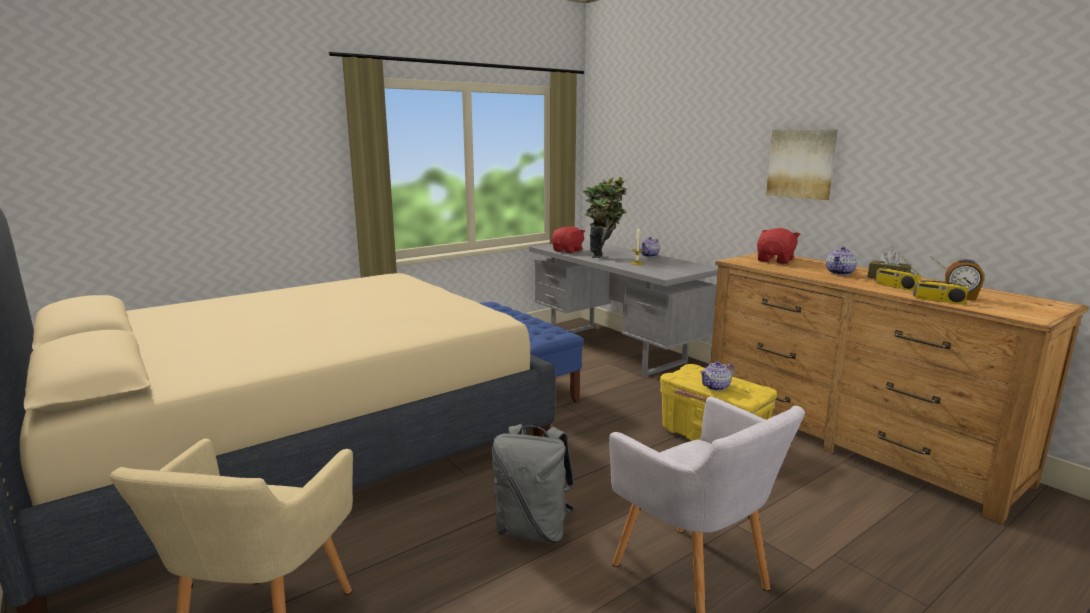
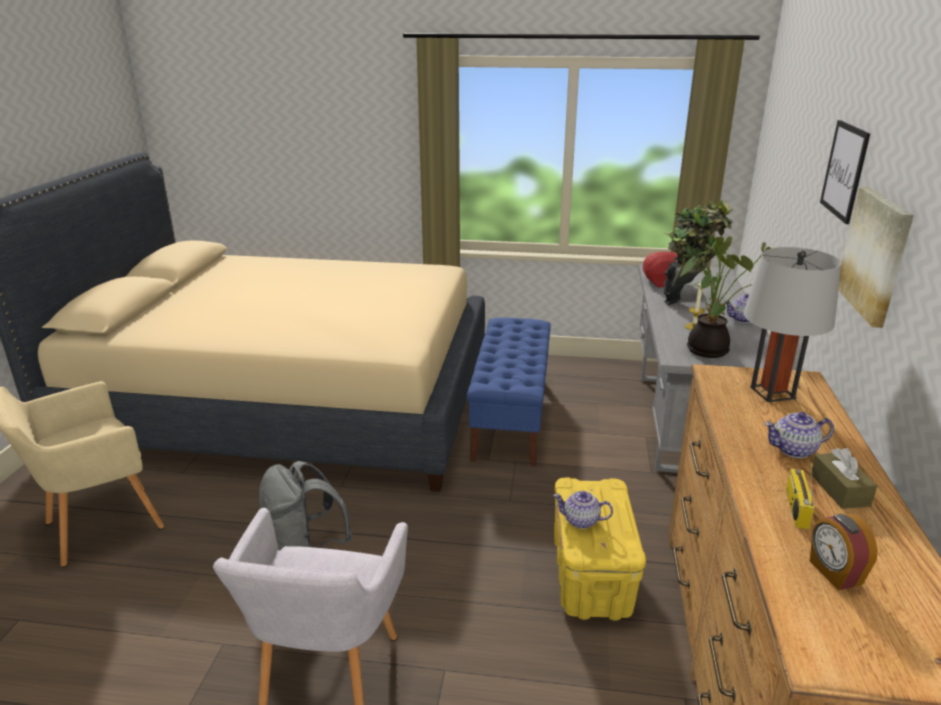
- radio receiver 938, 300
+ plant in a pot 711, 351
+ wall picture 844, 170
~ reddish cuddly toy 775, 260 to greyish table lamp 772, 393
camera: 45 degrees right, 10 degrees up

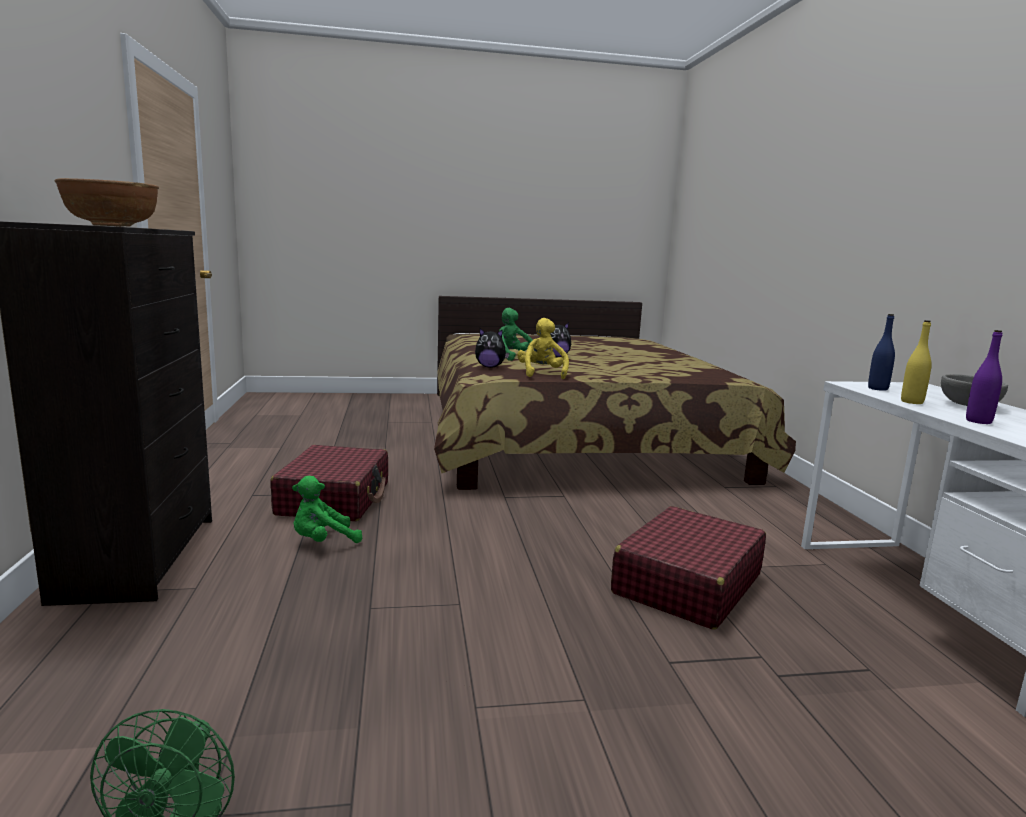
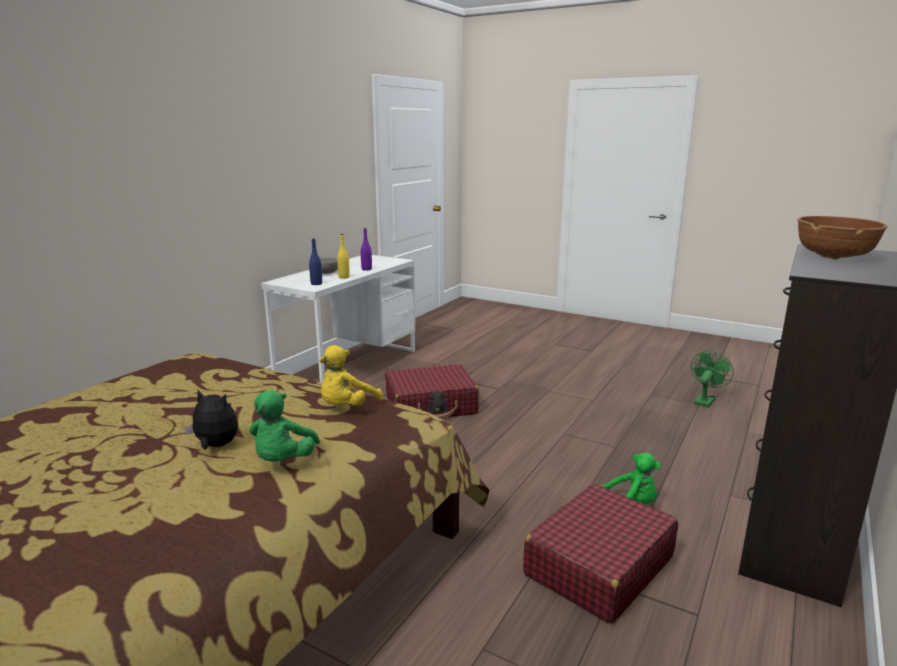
- cuddly toy 490, 367
camera: 140 degrees left, 5 degrees up

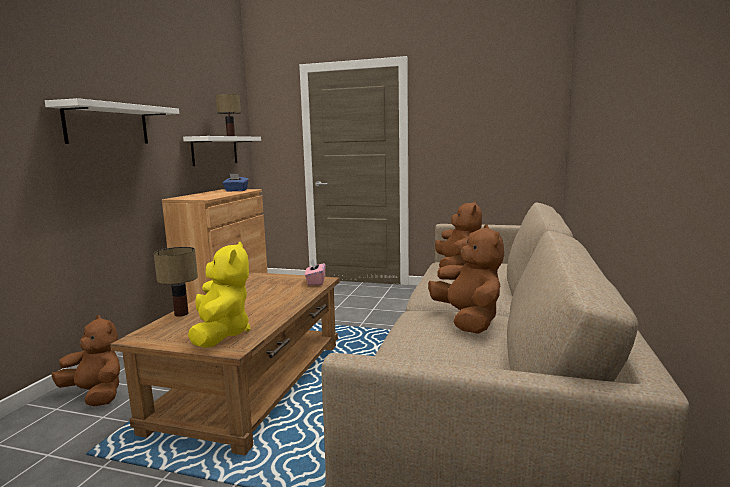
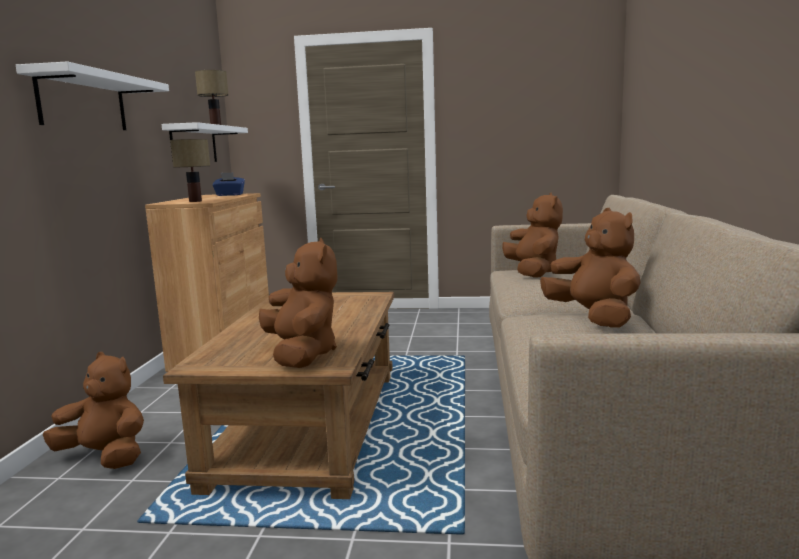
- pink tissue holder 315, 282
~ table lamp 181, 314 to 195, 201
~ yellow-coloured cuddly toy 221, 334 to brownish cuddly toy 302, 354
camera: 10 degrees left, 0 degrees up

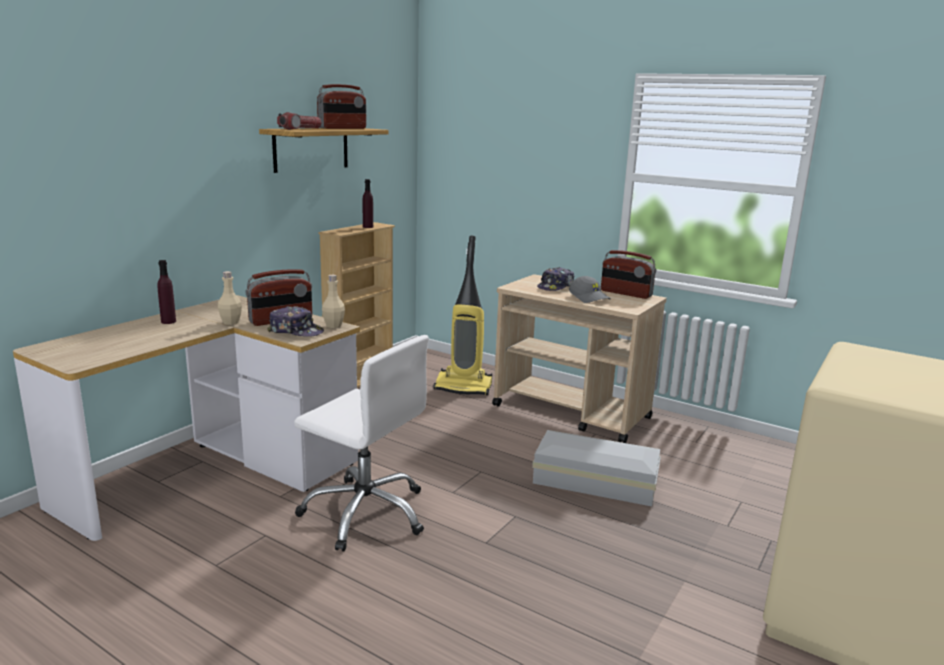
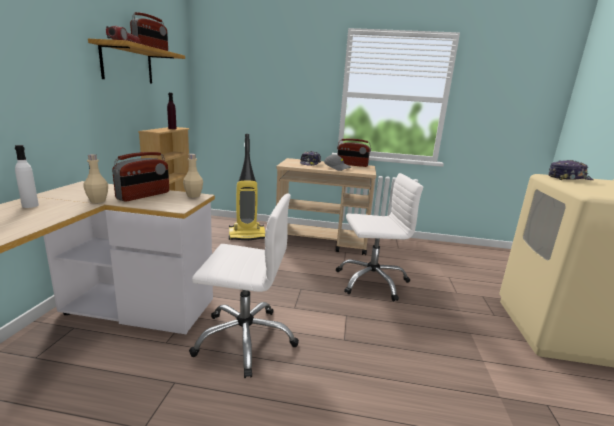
~ cap 296, 331 to 568, 178
~ white storage bin 597, 482 to white desk chair 371, 281
~ purple drink bottle 168, 322 to white drink bottle 30, 205
camera: 25 degrees left, 0 degrees up

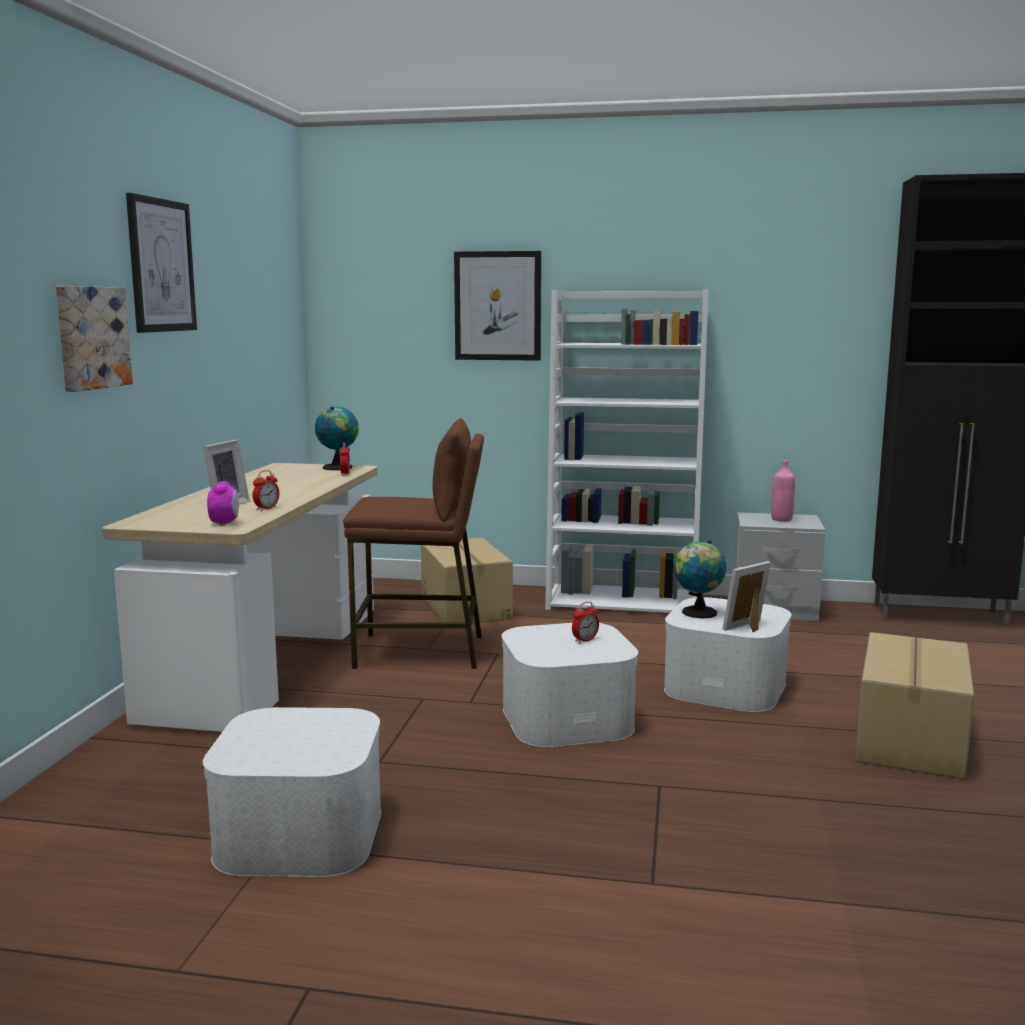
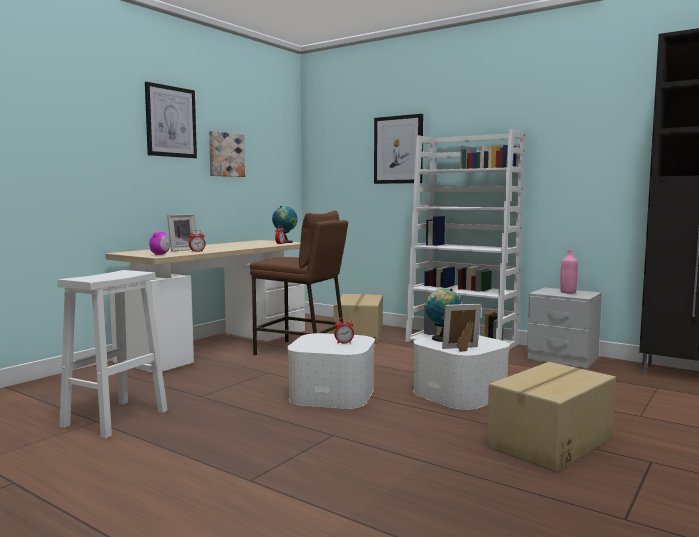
~ wall picture 90, 337 to 225, 154
~ white storage bin 300, 833 to white stool seat 114, 419
camera: 25 degrees right, 5 degrees down

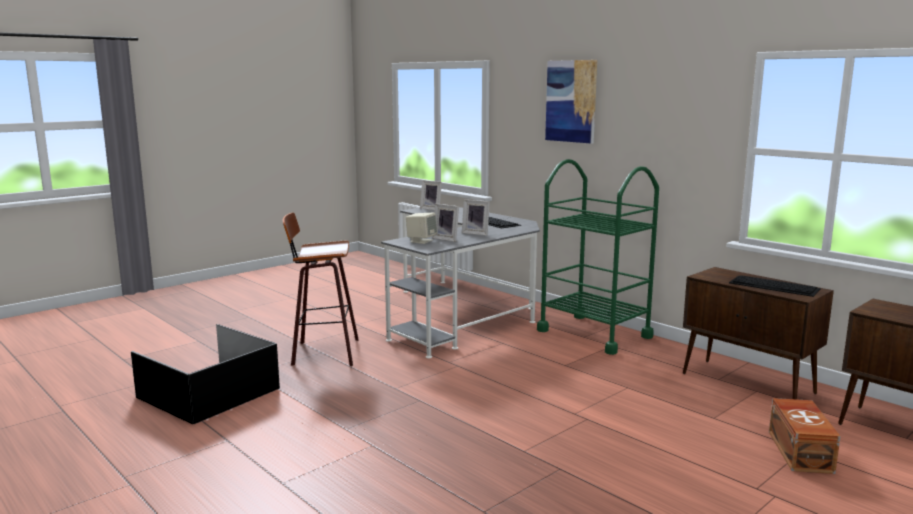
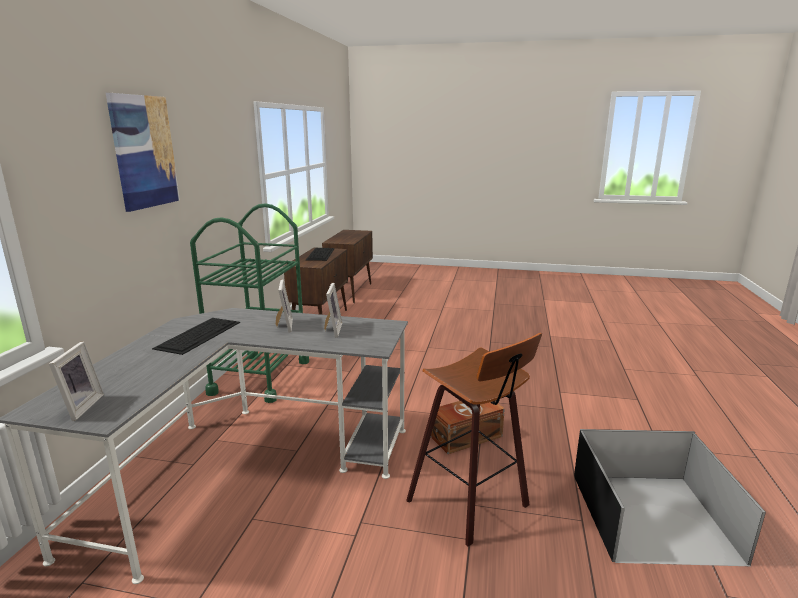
- sand-coloured loudspeaker 421, 241
~ brownish storage bin 801, 451 to 465, 436
camera: 125 degrees left, 5 degrees up

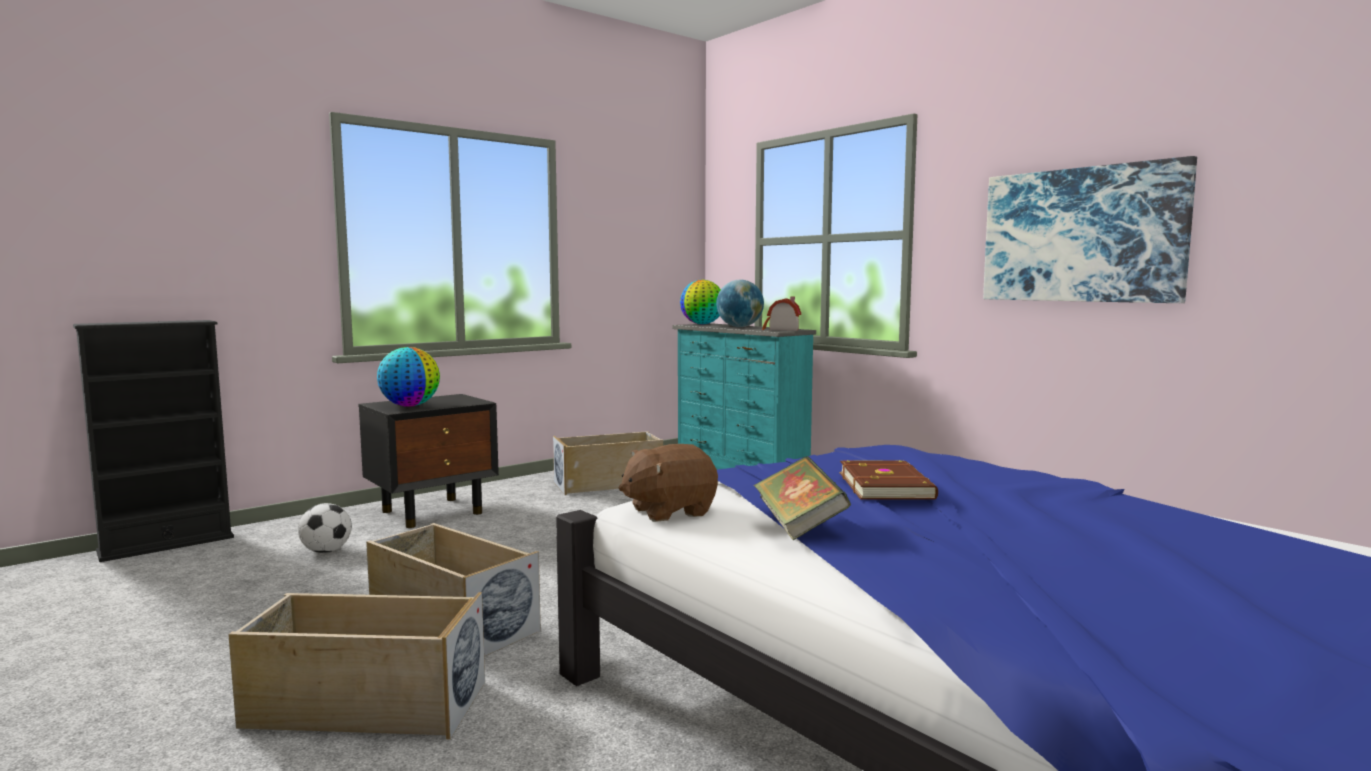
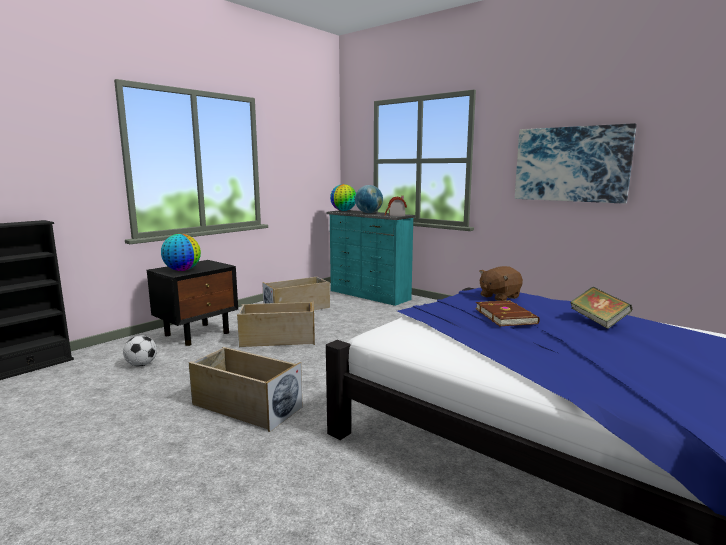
~ sand-coloured storage bin 364, 706 to 277, 339
~ brownish cuddly toy 669, 511 to 499, 297
~ volume 799, 525 to 598, 321
camera: 10 degrees left, 5 degrees up

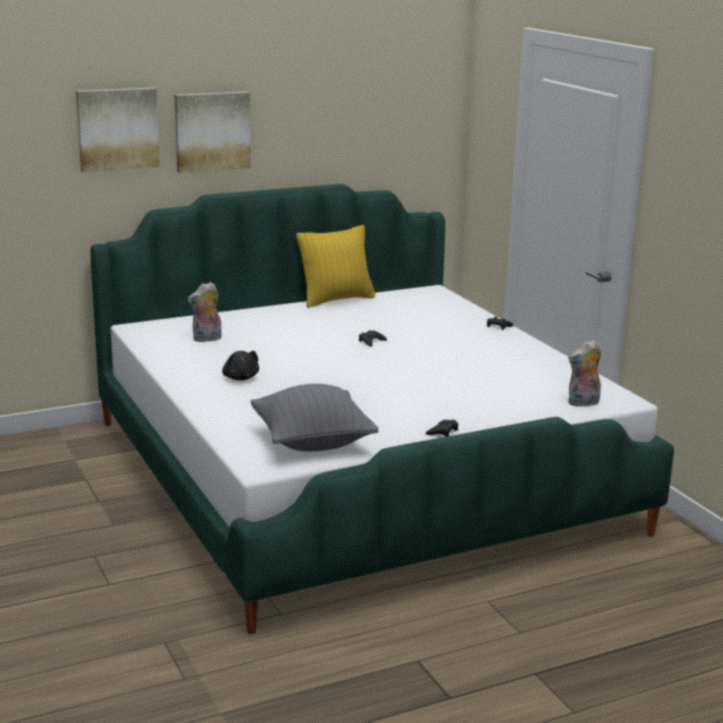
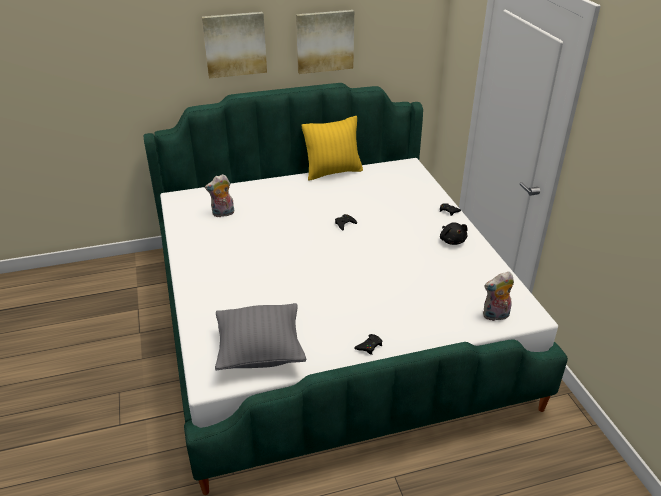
~ wall picture 117, 129 to 324, 41
~ blackish cuddly toy 240, 378 to 452, 240
camera: 10 degrees right, 15 degrees up

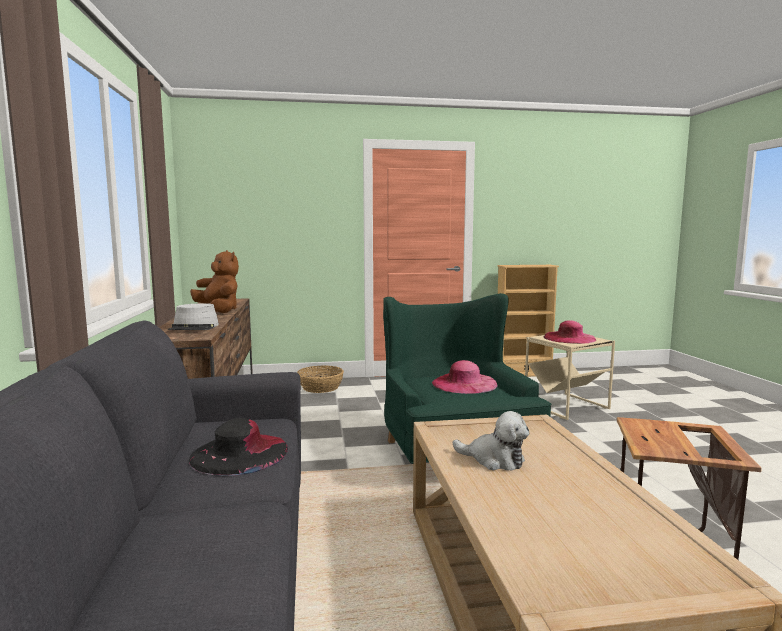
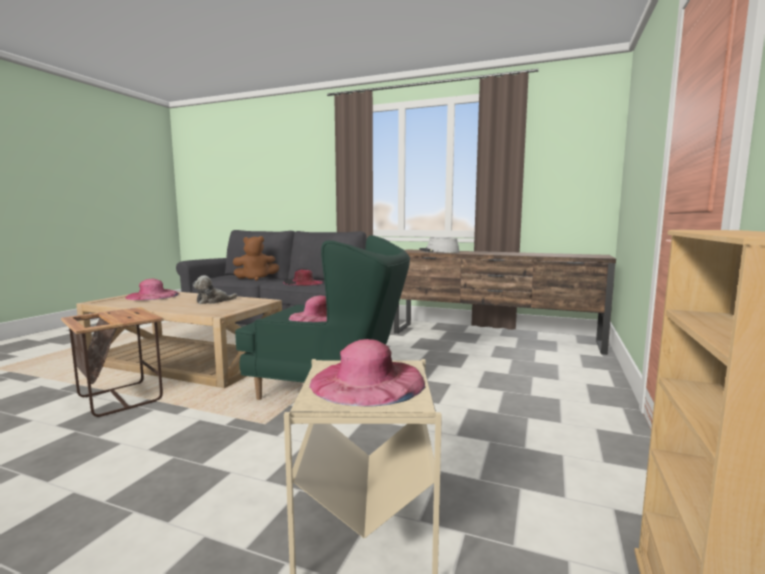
- household basket 320, 387
+ pink clothing hat 152, 295
~ brownish cuddly toy 219, 311 to 256, 278
camera: 120 degrees right, 0 degrees up

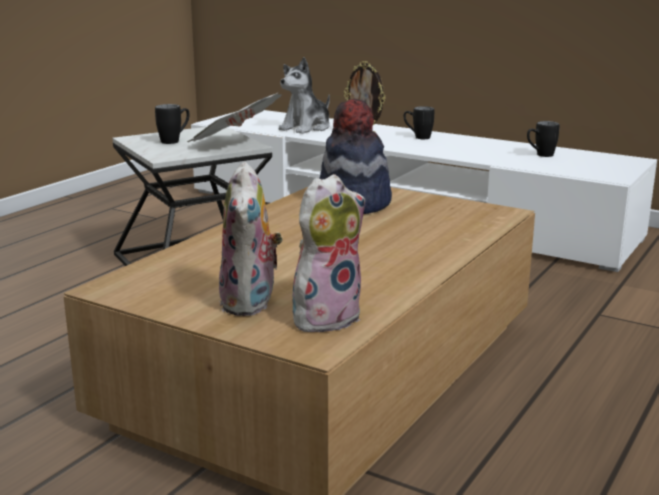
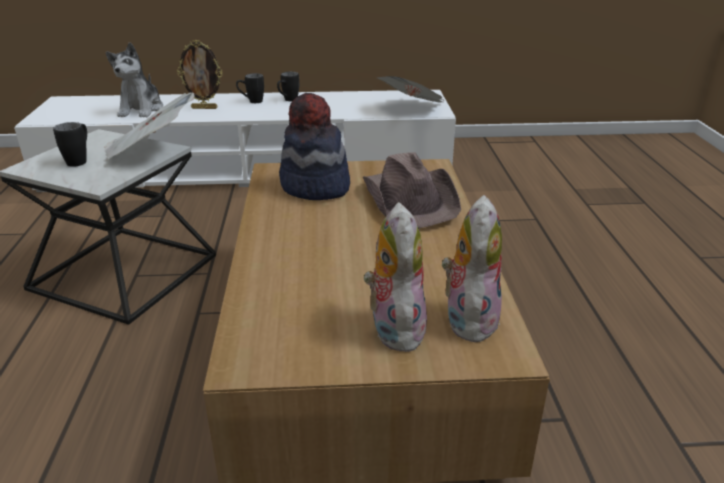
+ brownish clothing hat 411, 200
+ printed paper 413, 109
~ blackish tea mug 540, 155 to 288, 100
~ cuddly toy 251, 303 = 393, 328 150 degrees counterclockwise
camera: 35 degrees left, 10 degrees up

